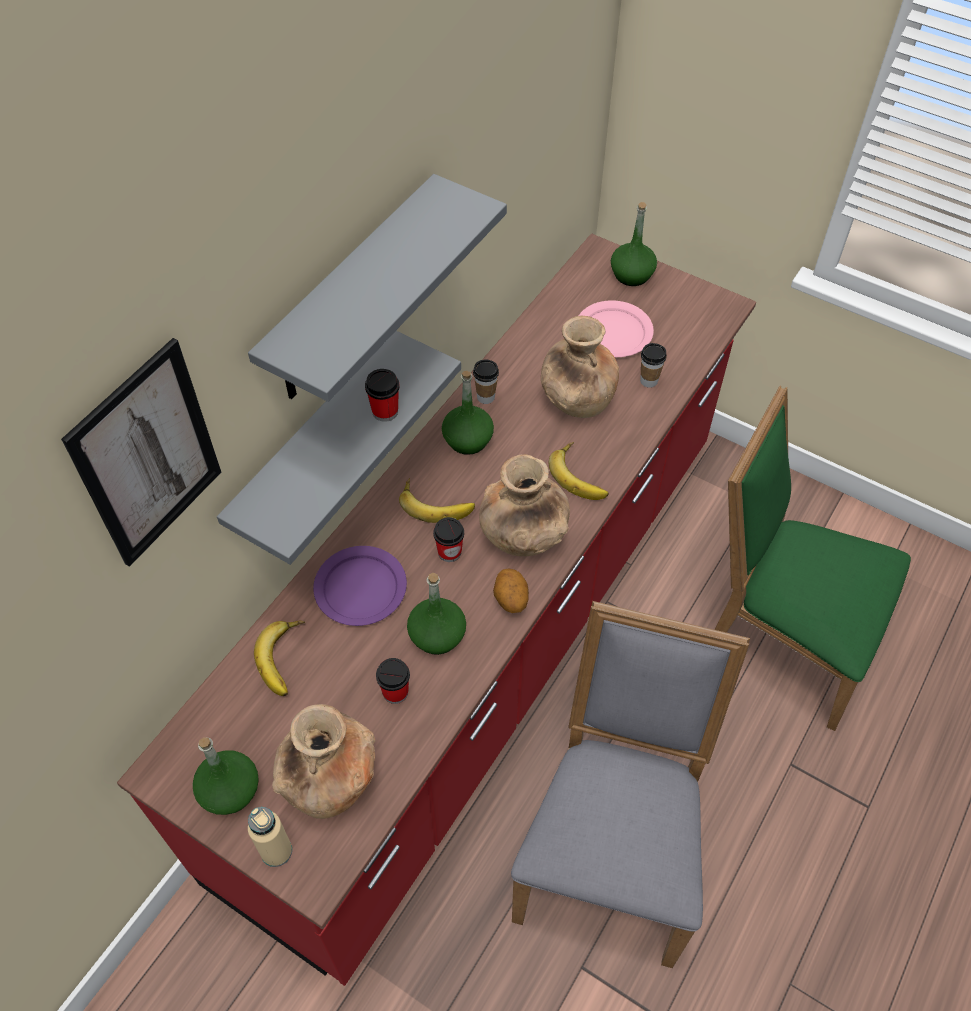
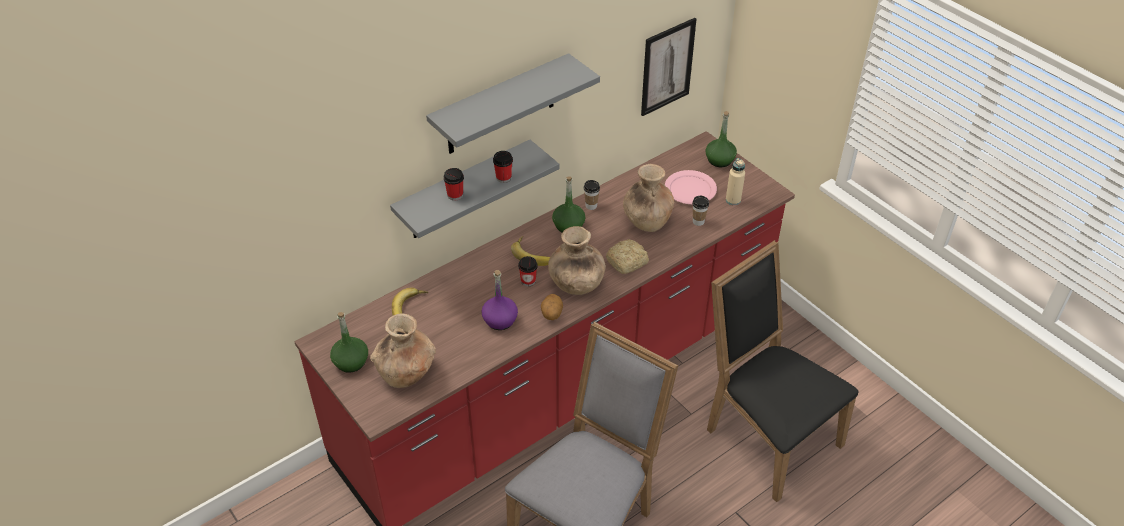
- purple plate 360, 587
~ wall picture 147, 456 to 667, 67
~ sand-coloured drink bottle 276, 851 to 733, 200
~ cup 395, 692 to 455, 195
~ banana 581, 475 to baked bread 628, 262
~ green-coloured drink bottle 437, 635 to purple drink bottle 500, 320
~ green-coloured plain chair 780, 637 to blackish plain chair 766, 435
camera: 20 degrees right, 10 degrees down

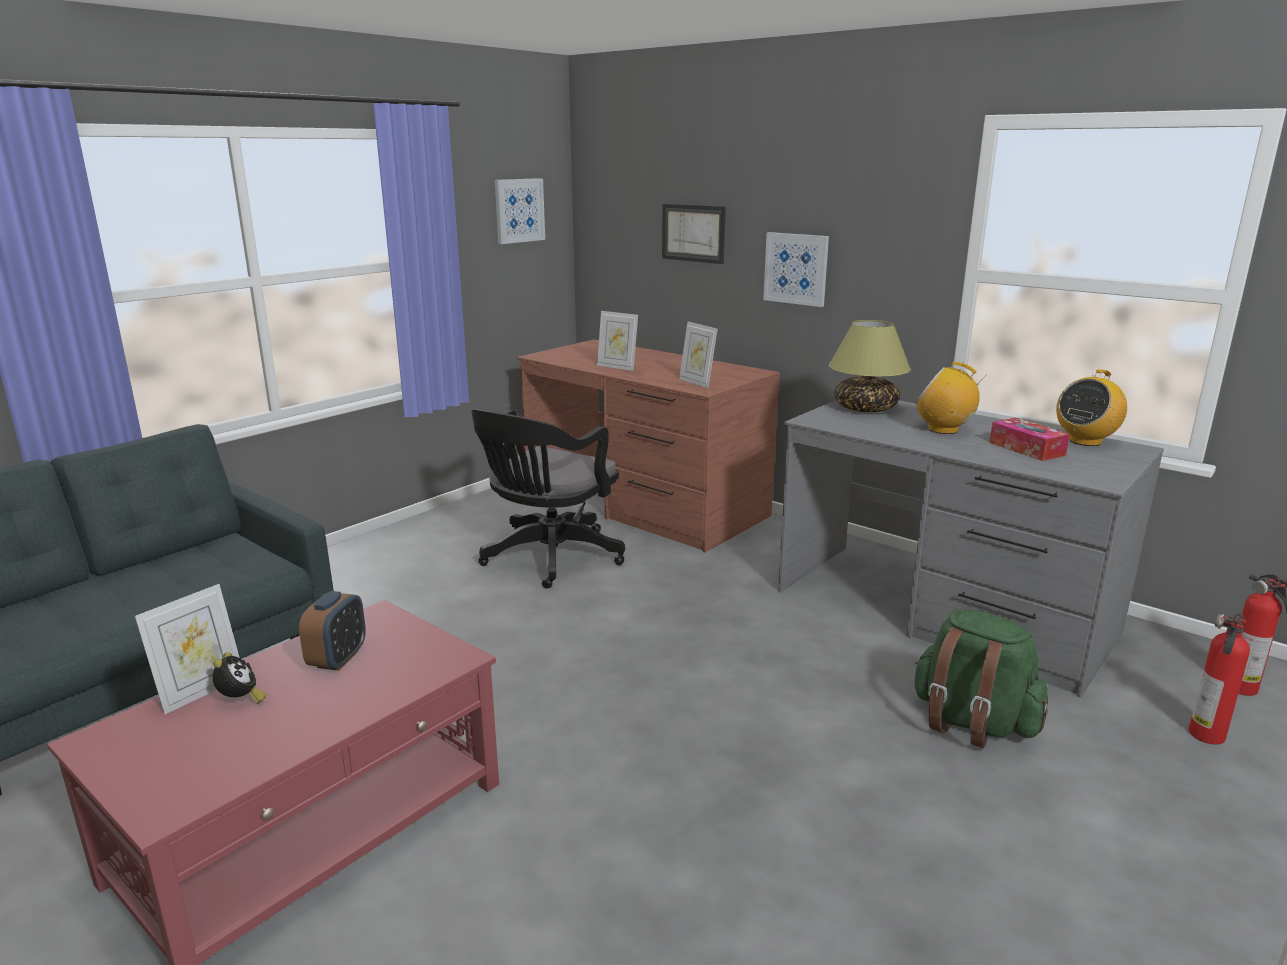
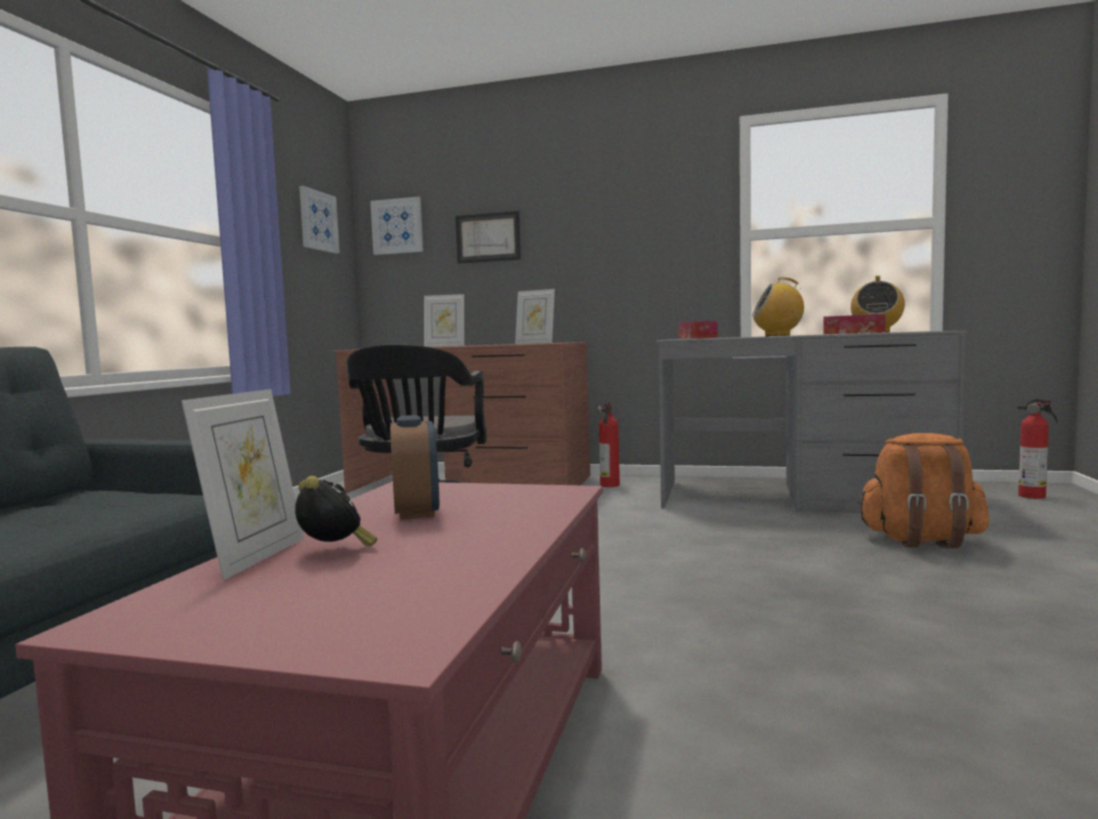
~ wall picture 796, 268 to 397, 226
~ fire extinguisher 1206, 735 to 609, 485
~ table lamp 864, 408 to tissue holder 697, 338
~ green-coloured knapsack 972, 723 to orange knapsack 921, 541
camera: 25 degrees left, 15 degrees down

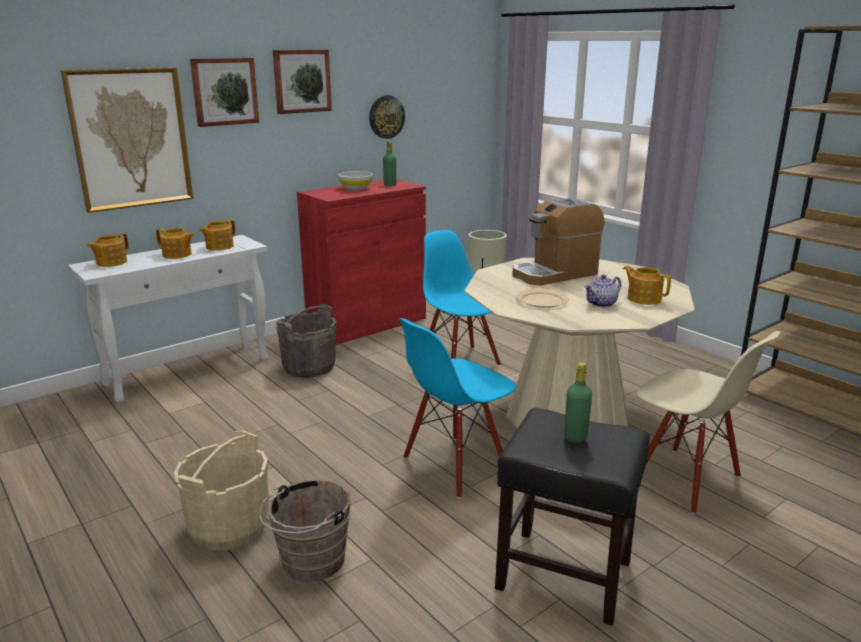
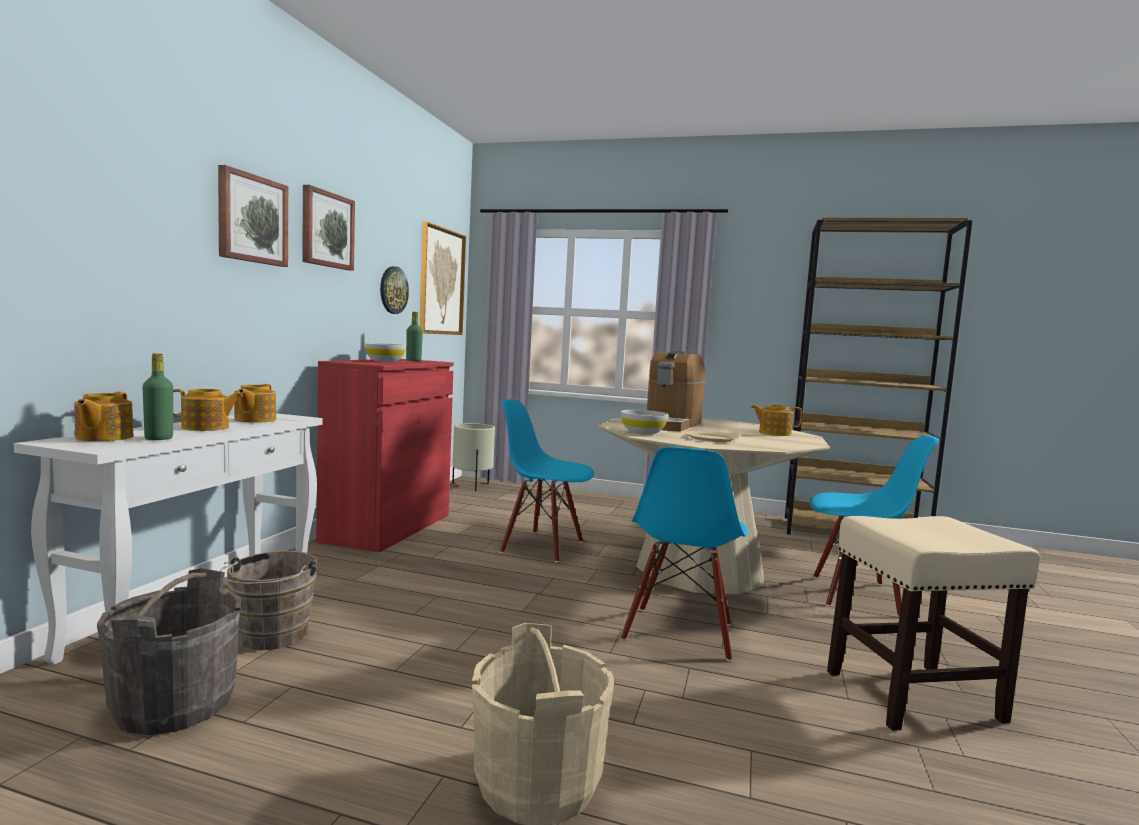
- pot for tea 601, 304
+ white deep dish 643, 432
~ wall picture 130, 139 to 441, 282
~ brownish bucket 309, 563 to 270, 637
~ greyish bucket 309, 367 to 175, 704
~ green-coloured drink bottle 575, 438 to 159, 438
~ blackish stool seat 566, 575 to sand-coloured stool seat 914, 695
~ sand-coloured plain chair 686, 479 to bluish plain chair 856, 595
camera: 35 degrees left, 15 degrees down

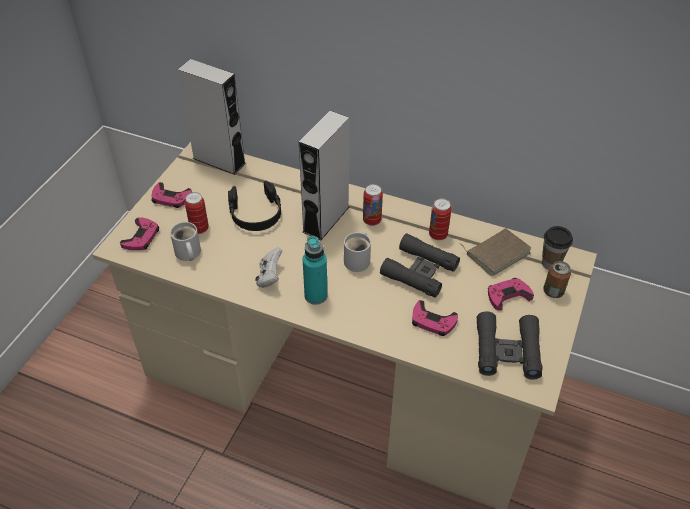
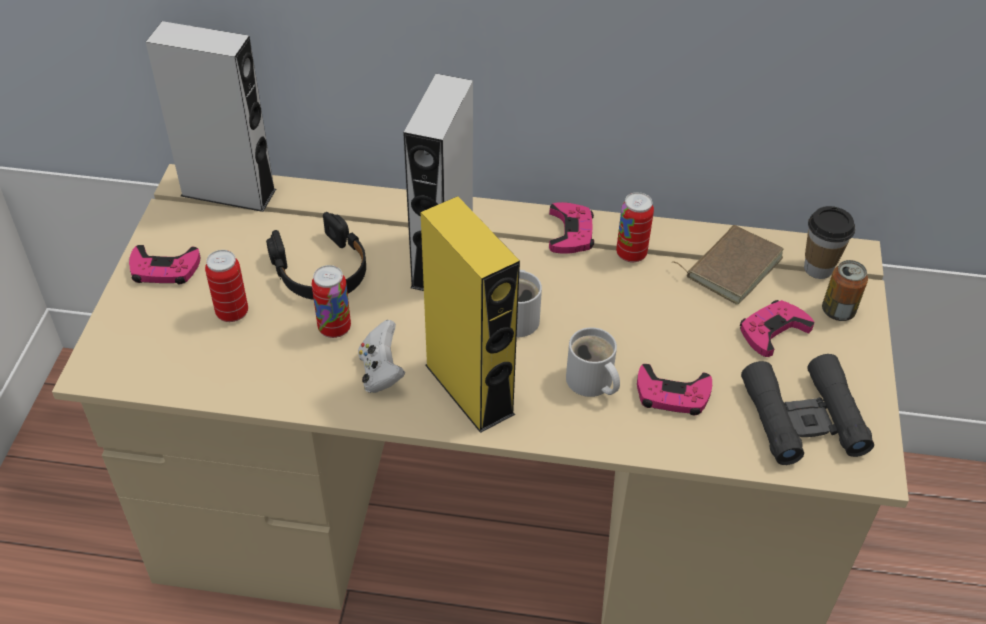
- blackish field glasses 419, 271
~ pink game controller 141, 237 to 571, 233
~ white tea mug 187, 253 to 590, 383
~ metal can 372, 220 to 334, 328
~ turquoise drink bottle 316, 296 to yellow-coloured loudspeaker 469, 389
camera: 15 degrees left, 0 degrees up

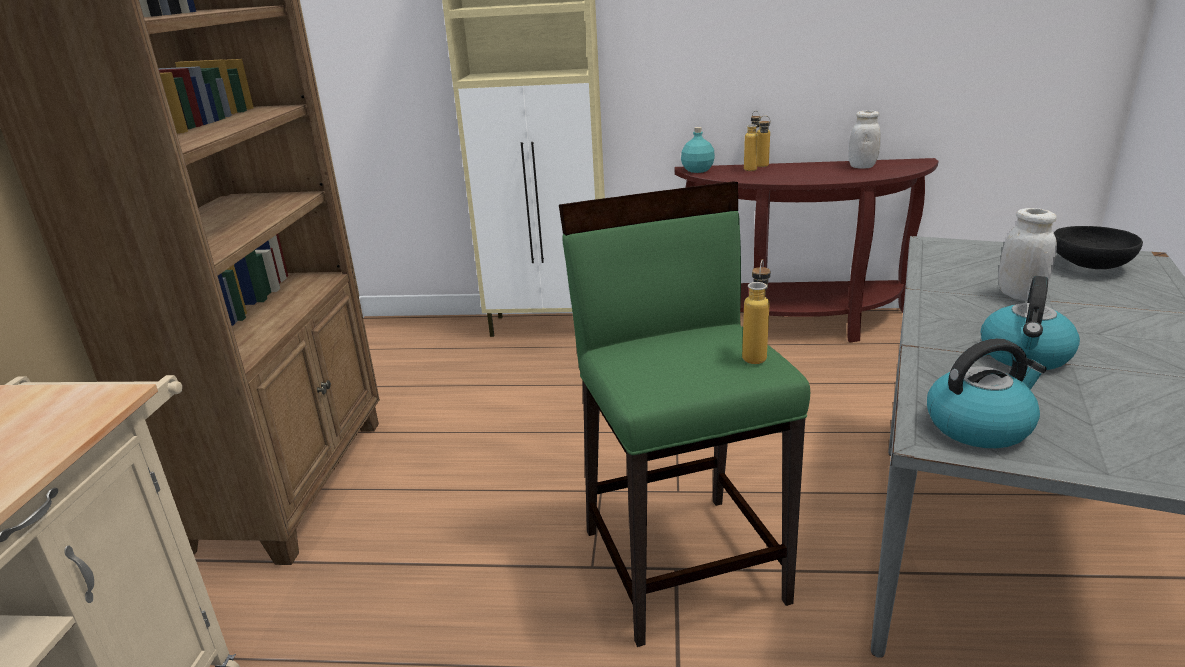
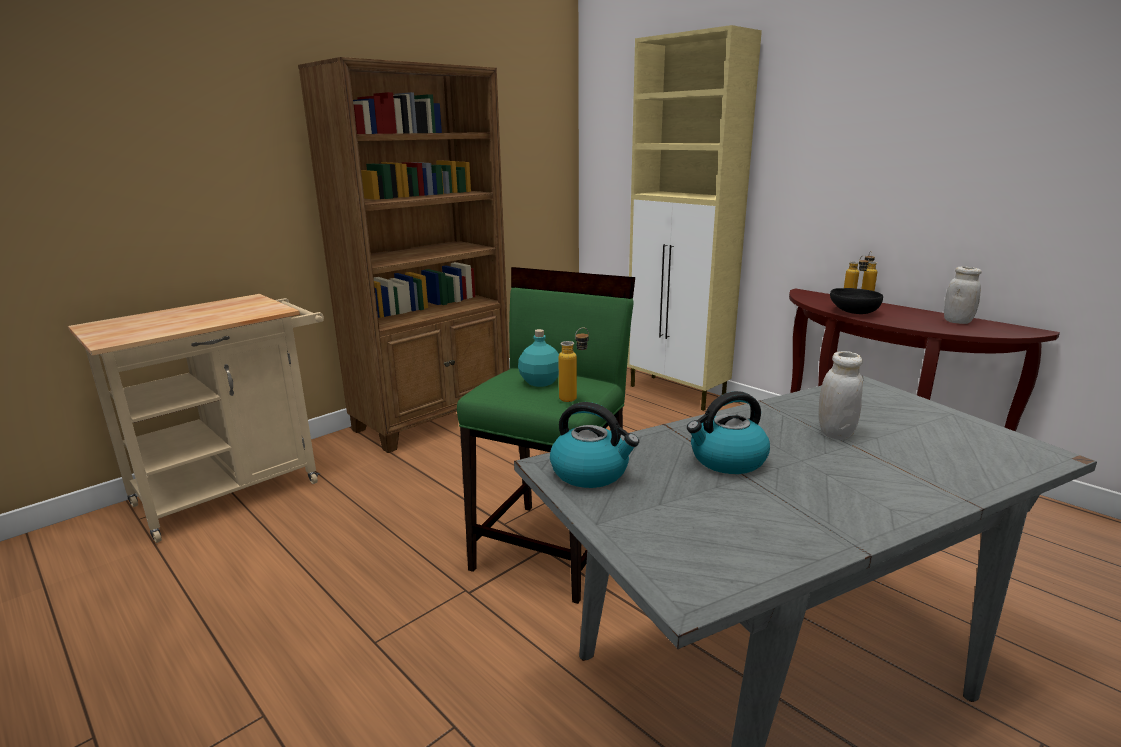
~ turquoise drink bottle 697, 170 to 540, 382
~ blackish deep dish 1089, 267 to 852, 312
camera: 40 degrees right, 5 degrees down

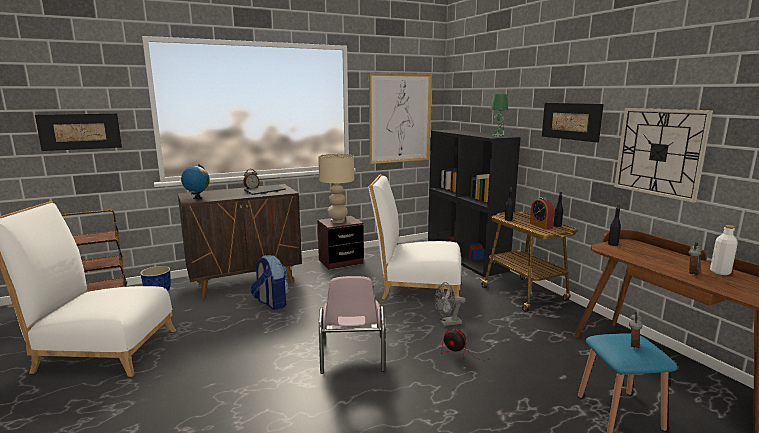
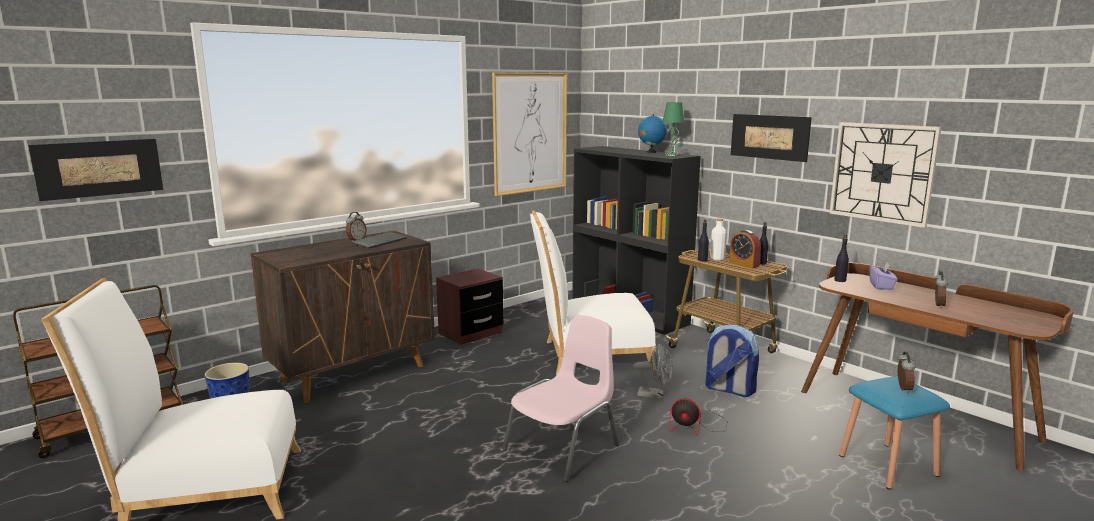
- sand-coloured table lamp 337, 221
+ purple tissue holder 881, 286
~ world globe 197, 198 to 651, 152
~ knapsack 271, 303 to 728, 389
~ white drink bottle 720, 272 to 717, 259
~ pink plain chair 352, 355 = 564, 447 120 degrees counterclockwise
~ greyish cooling fan 447, 323 = 655, 395 135 degrees counterclockwise
camera: 15 degrees left, 0 degrees up

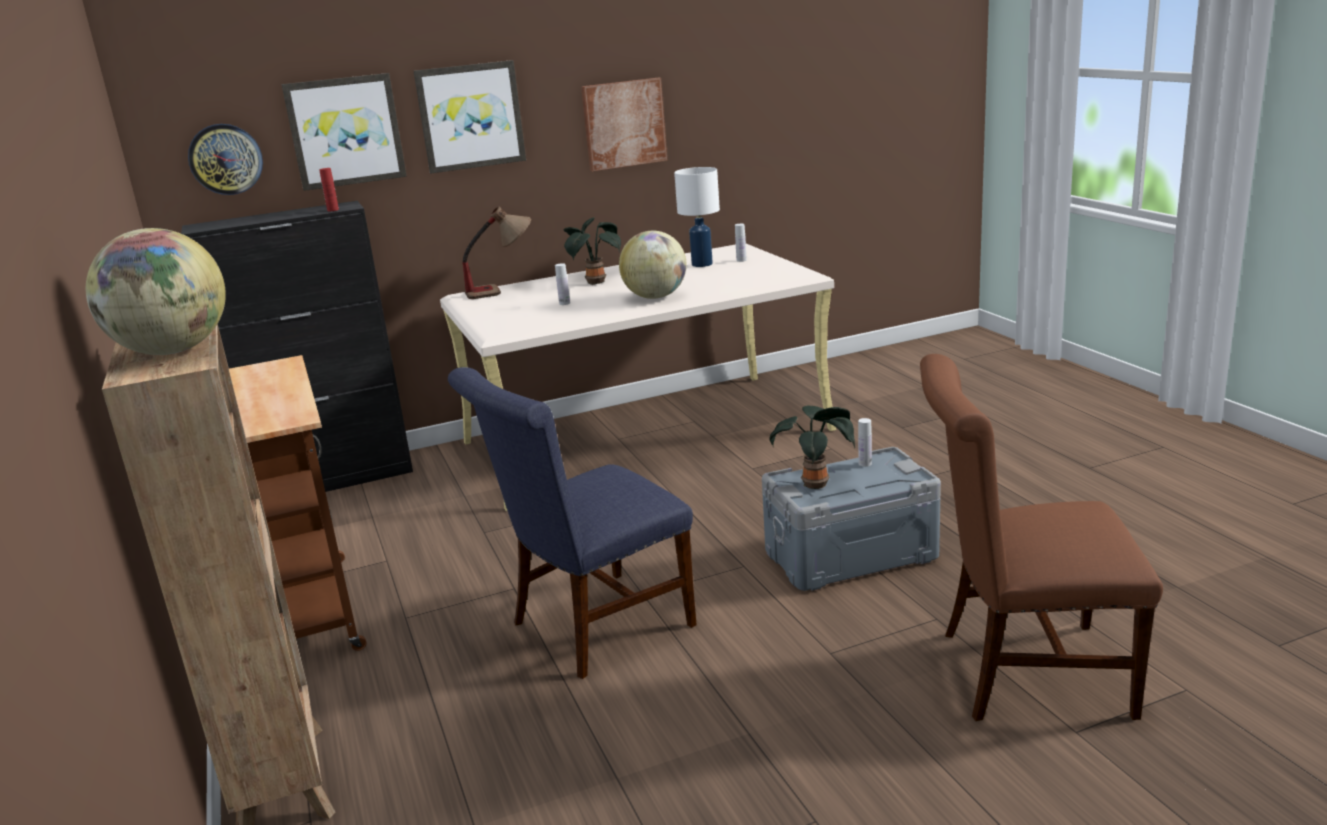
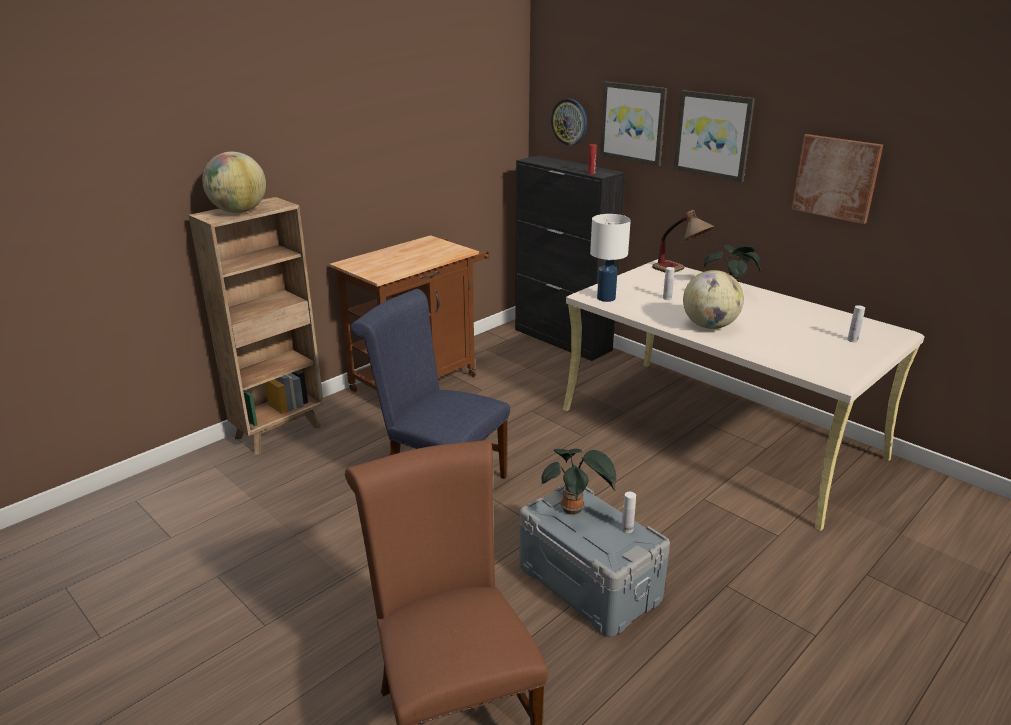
~ white table lamp 702, 264 to 606, 298
camera: 65 degrees right, 5 degrees up

